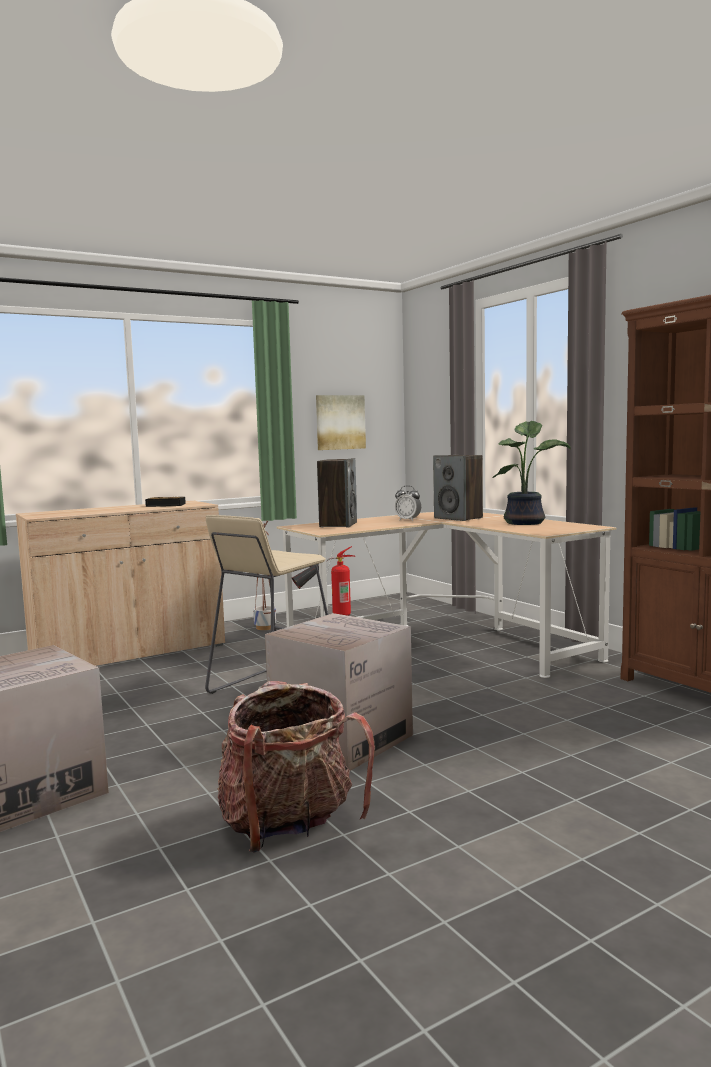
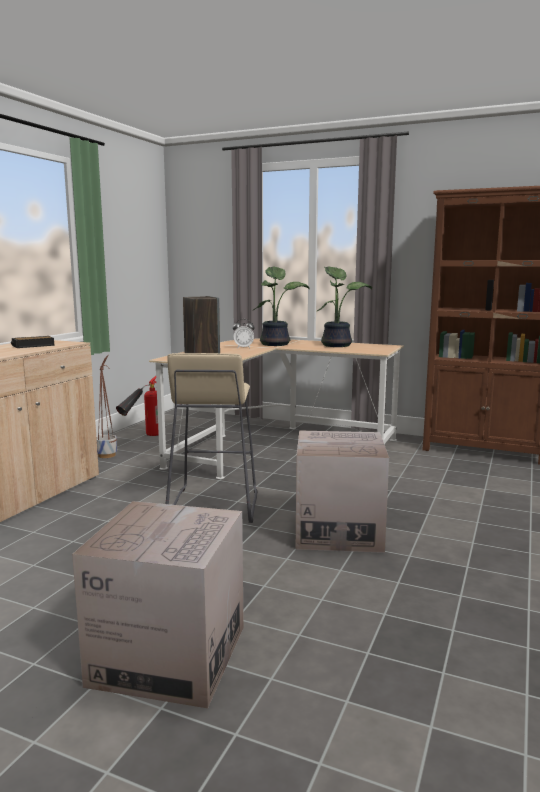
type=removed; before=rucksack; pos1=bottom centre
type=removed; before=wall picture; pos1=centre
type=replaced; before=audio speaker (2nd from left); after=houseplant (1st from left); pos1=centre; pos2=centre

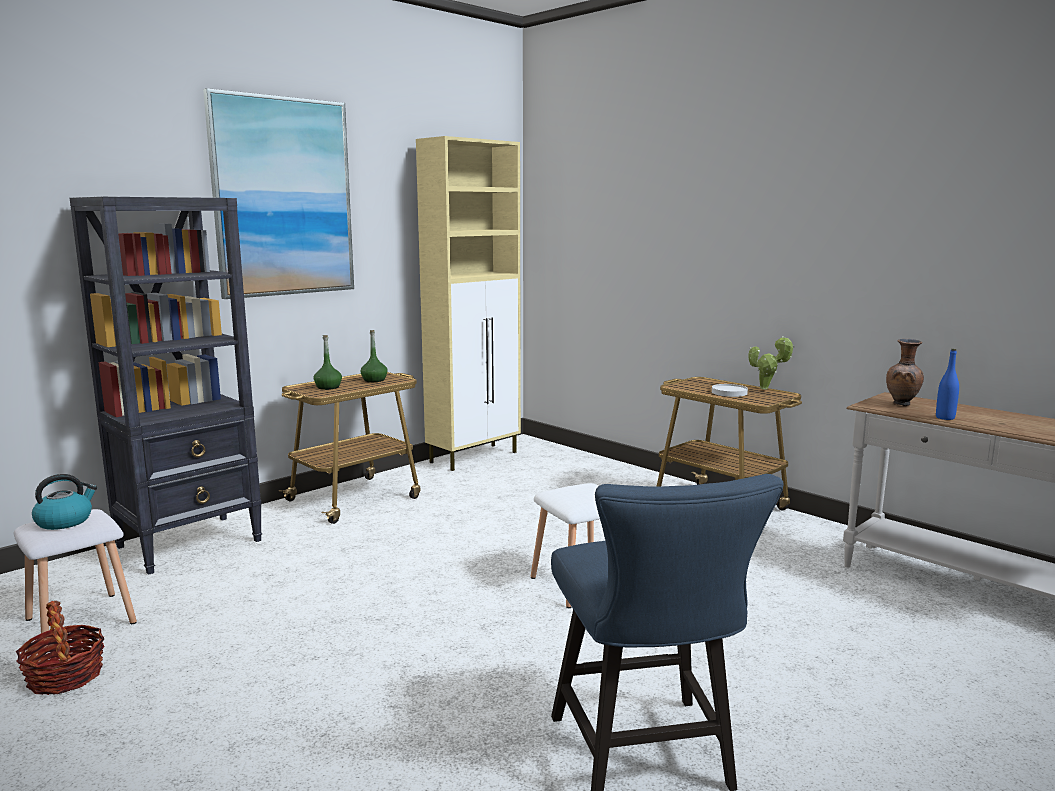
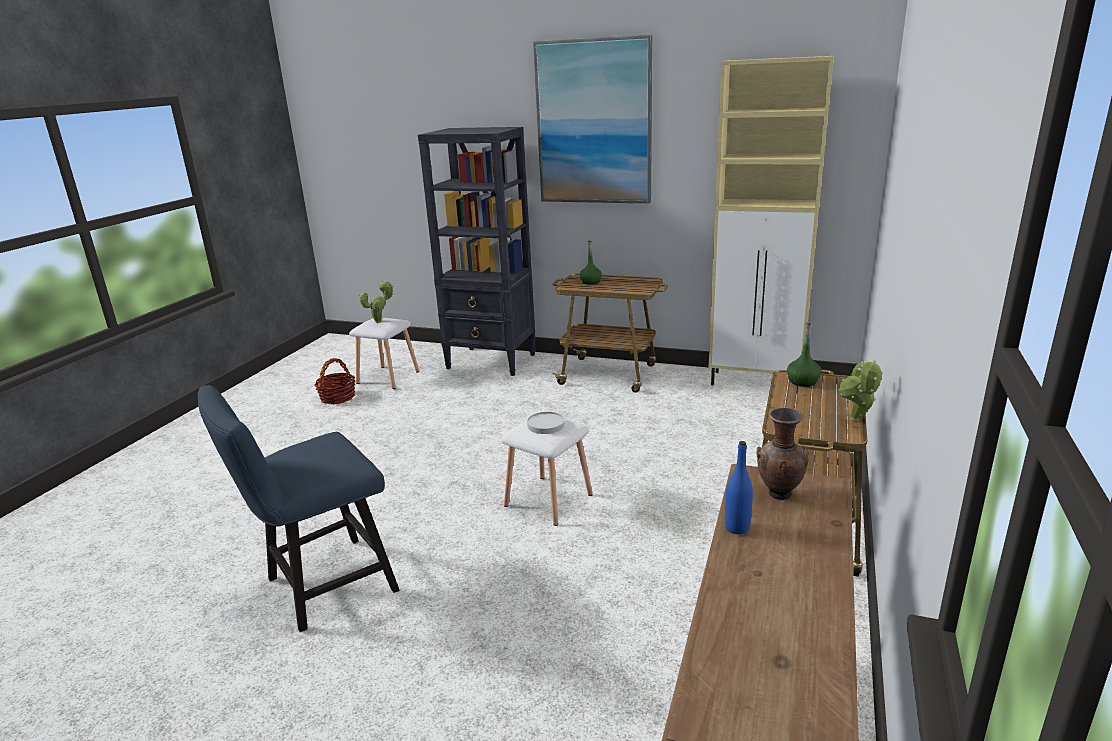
type=moved; before=green beverage bottle (2nd from left); pos1=centre; pos2=middle right
type=moved; before=whitish dinner plate; pos1=middle right; pos2=centre
type=replaced; before=tea kettle; after=houseplant (1st from left); pos1=middle left; pos2=centre

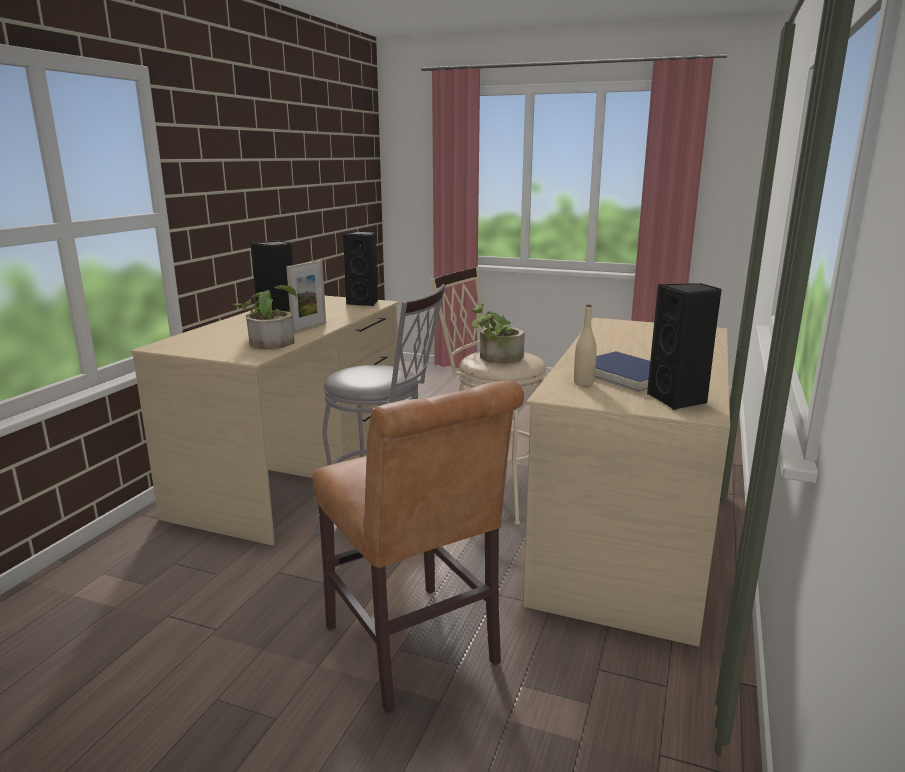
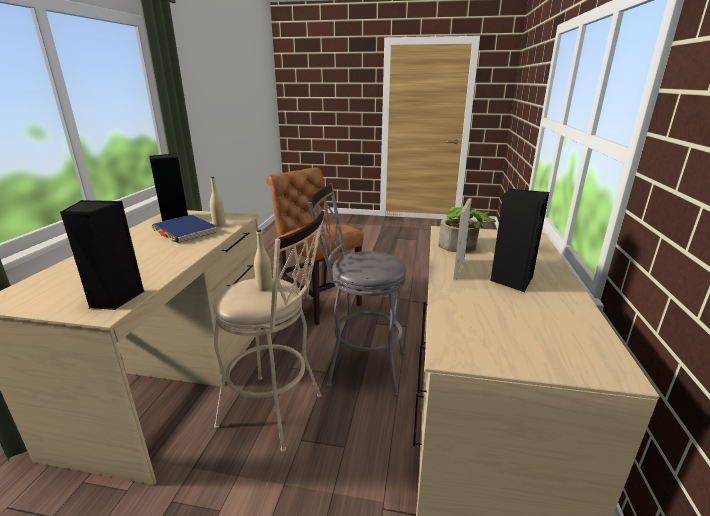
type=moved; before=black-coloured audio speaker (2nd from left in the first image); after=black-coloured audio speaker (1st from left); pos1=centre; pos2=middle left
type=replaced; before=houseplant (2nd from left); after=beige-coloured beverage bottle (2nd from left); pos1=centre; pos2=centre

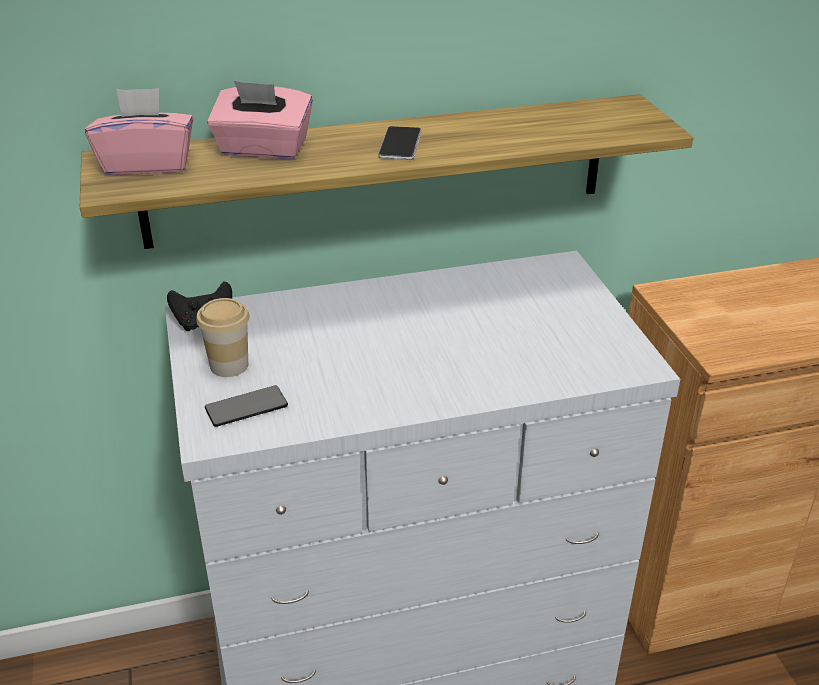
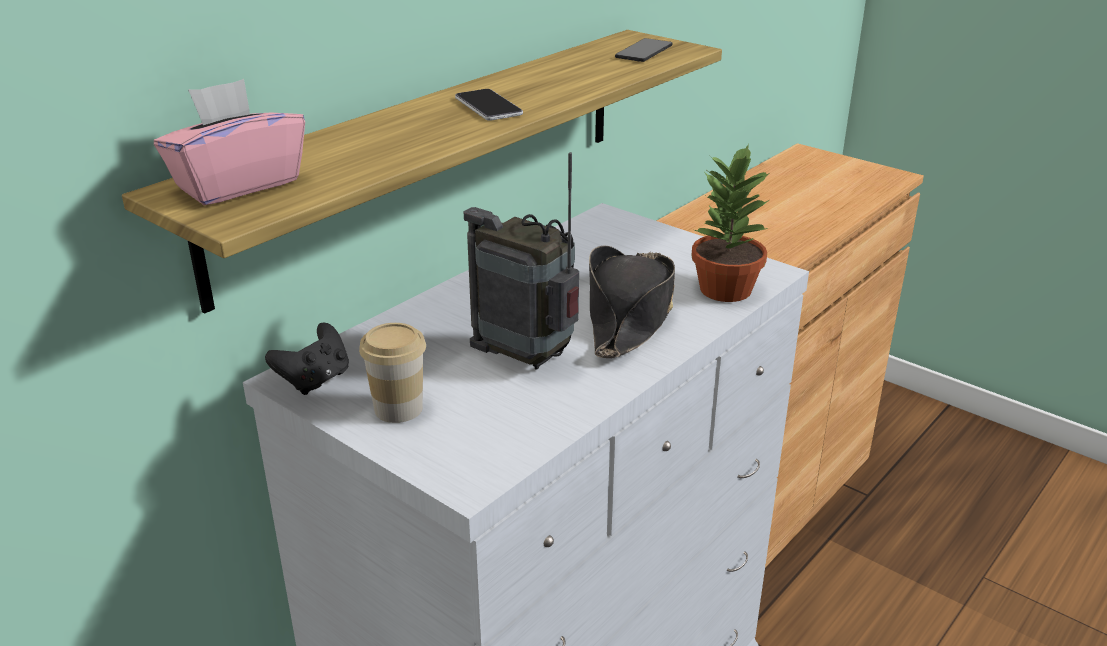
type=removed; before=pink-coloured tissue holder (2nd from left); pos1=top left
type=added; after=radio; pos2=centre
type=added; after=black-coloured hat; pos2=centre
type=added; after=houseplant; pos2=centre
type=moved; before=phone (1st from left in the first image); after=phone (2nd from left); pos1=middle left; pos2=top centre

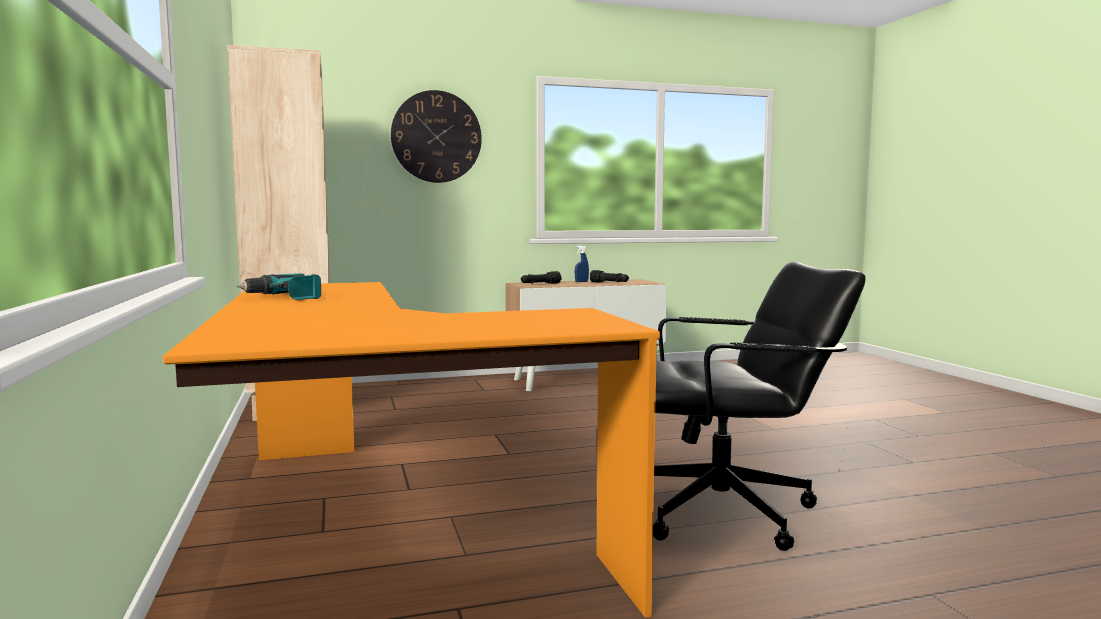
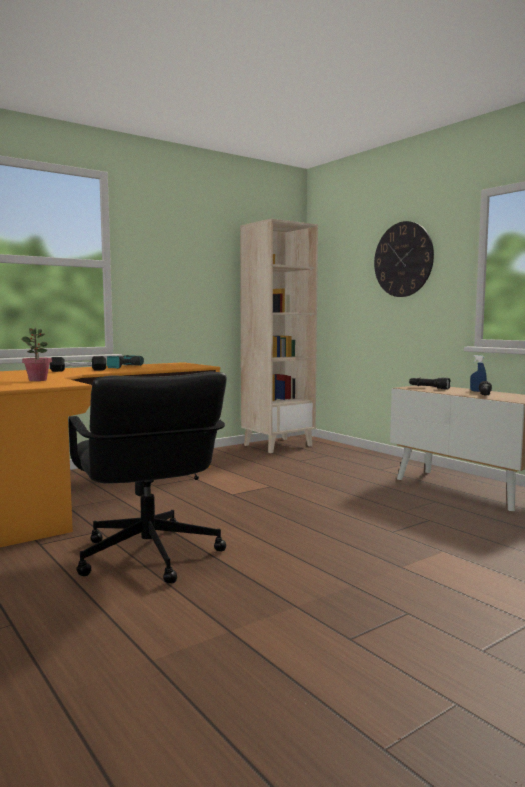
type=added; after=houseplant; pos2=middle left
type=added; after=black-coloured hand weight; pos2=middle left

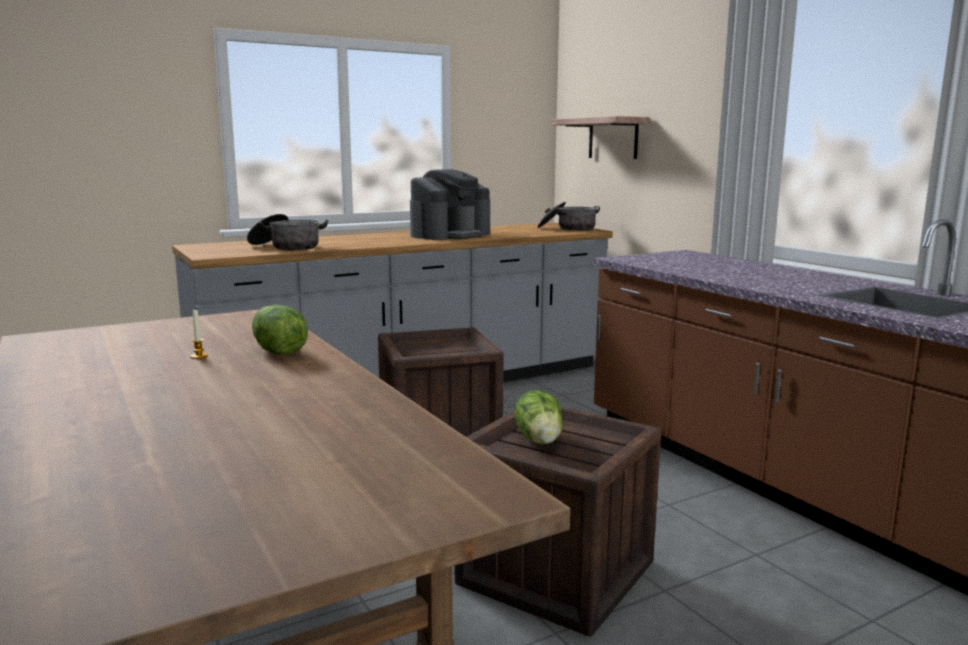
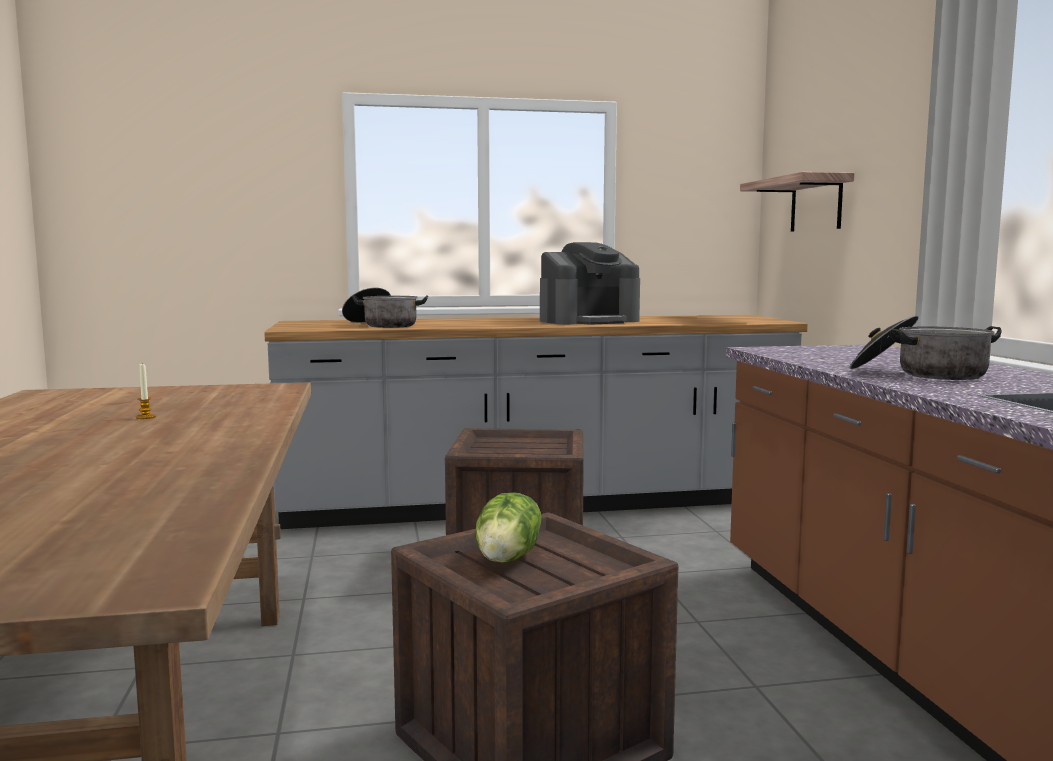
type=removed; before=head of lettuce (1st from left); pos1=middle left
type=moved; before=stockpot (2nd from left); pos1=centre; pos2=middle right

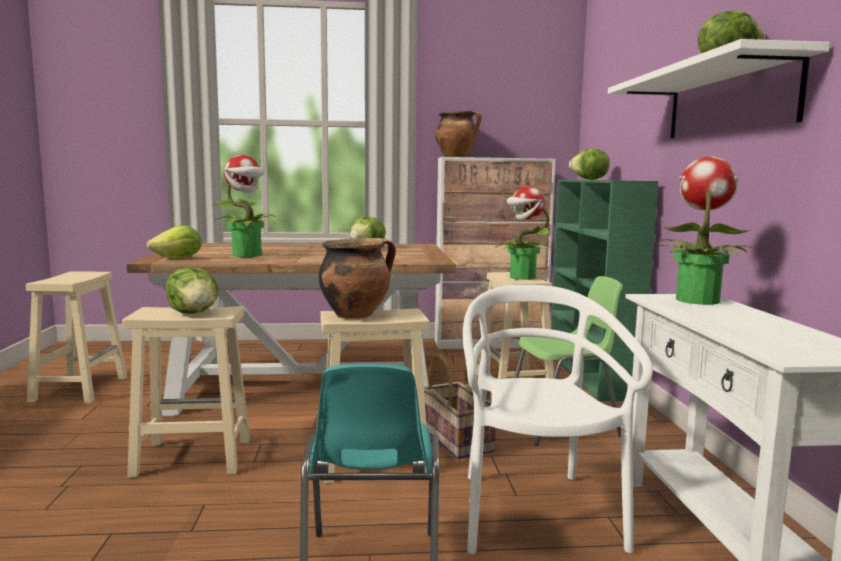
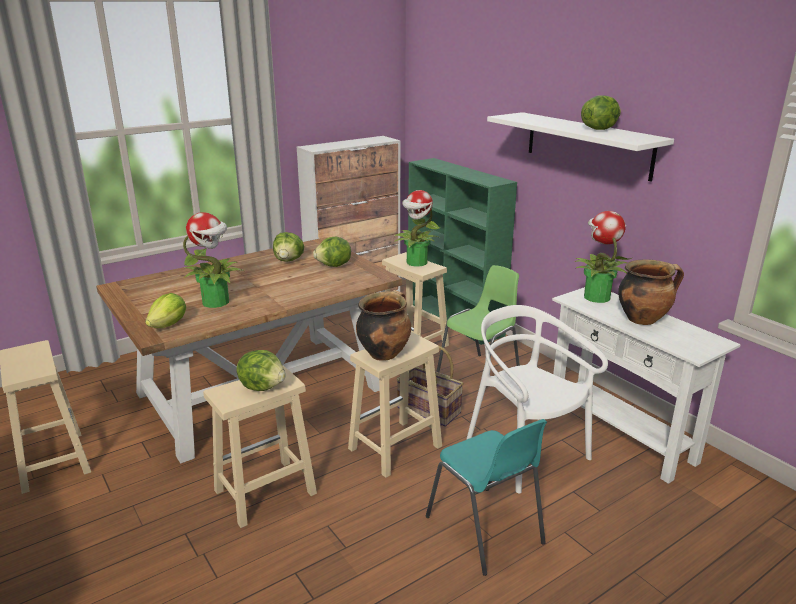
type=moved; before=stockpot (2nd from left); pos1=top centre; pos2=middle right
type=moved; before=head of lettuce (4th from left); pos1=top right; pos2=centre

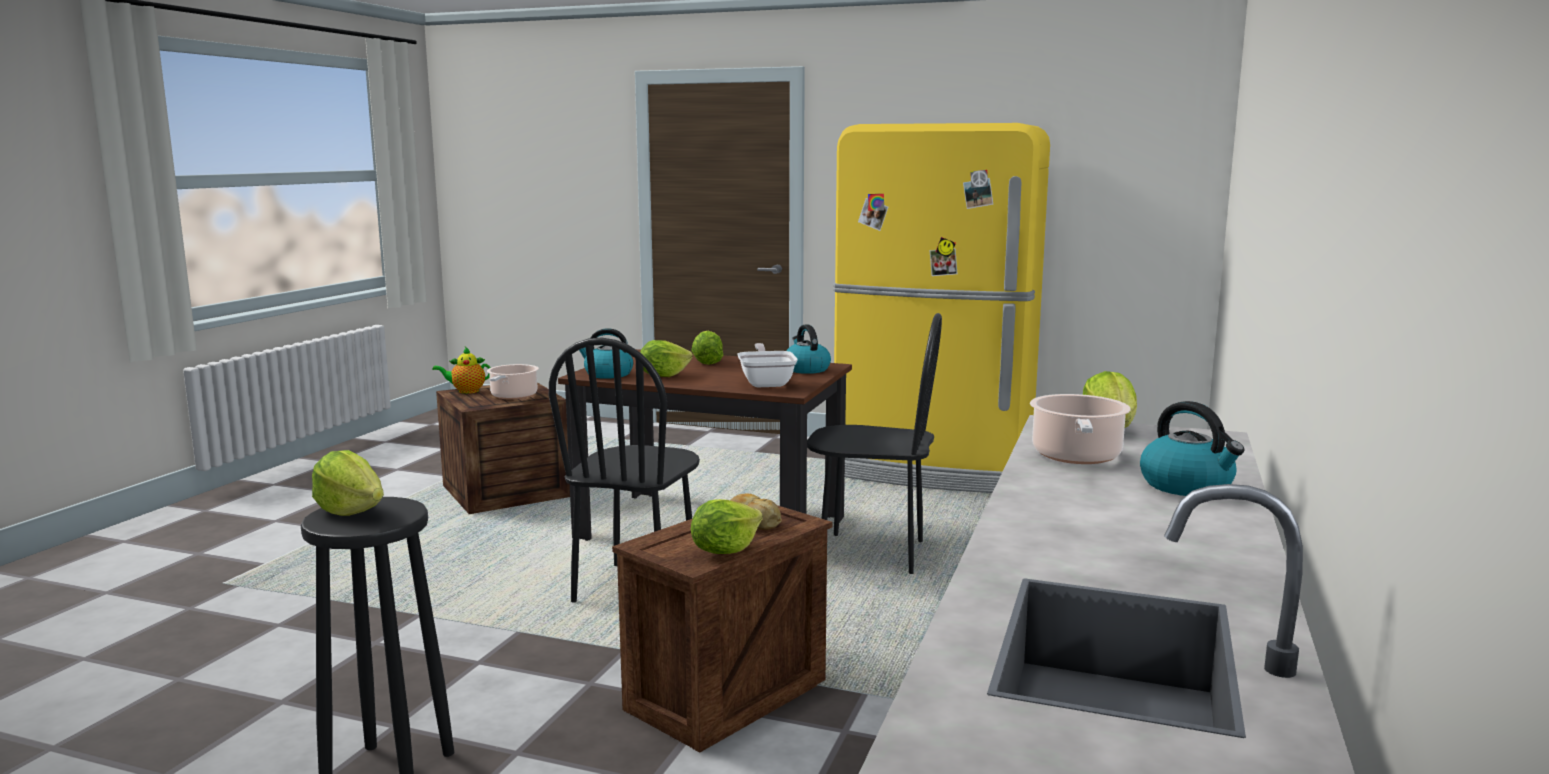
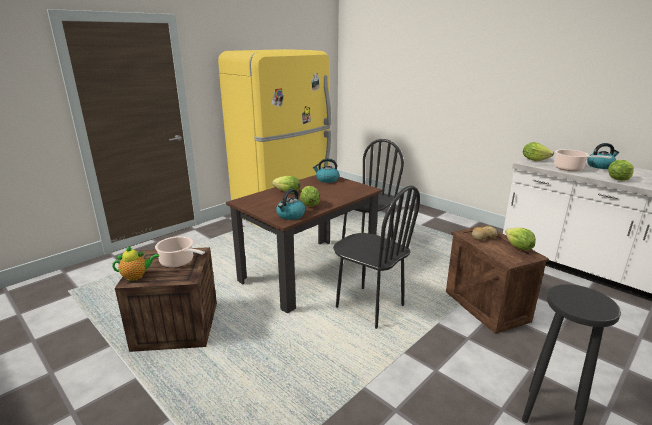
type=removed; before=pan; pos1=centre
type=moved; before=head of lettuce (1st from left in the first image); after=head of lettuce (5th from left); pos1=middle left; pos2=middle right
type=turned; before=pot for tea; pos1=middle left; pos2=middle left; turn=-120

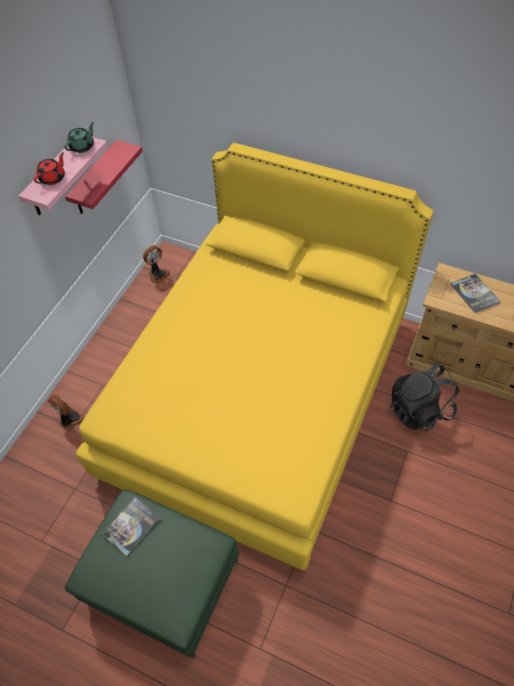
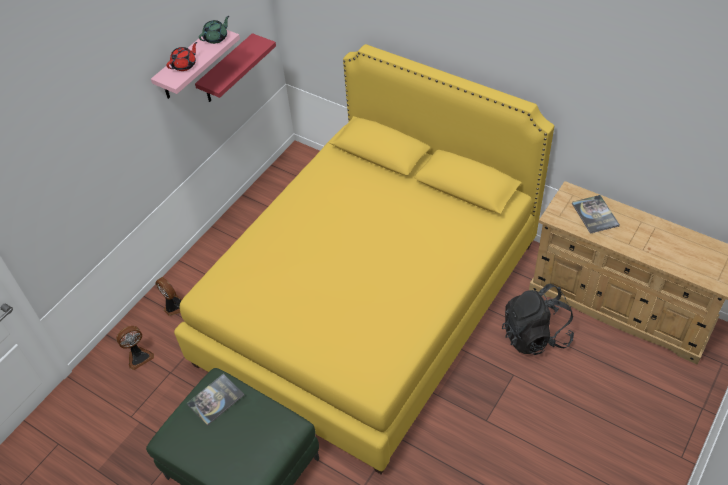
type=moved; before=electric fan (2nd from left in the first image); after=electric fan (1st from left); pos1=middle left; pos2=bottom left

